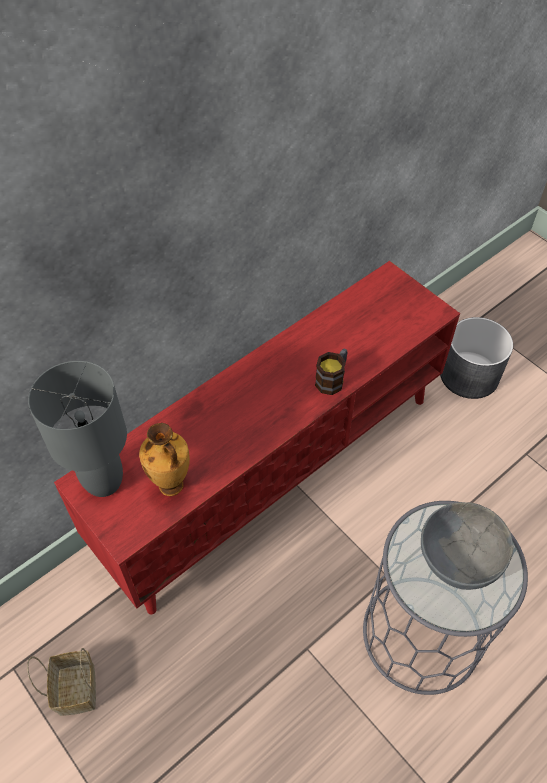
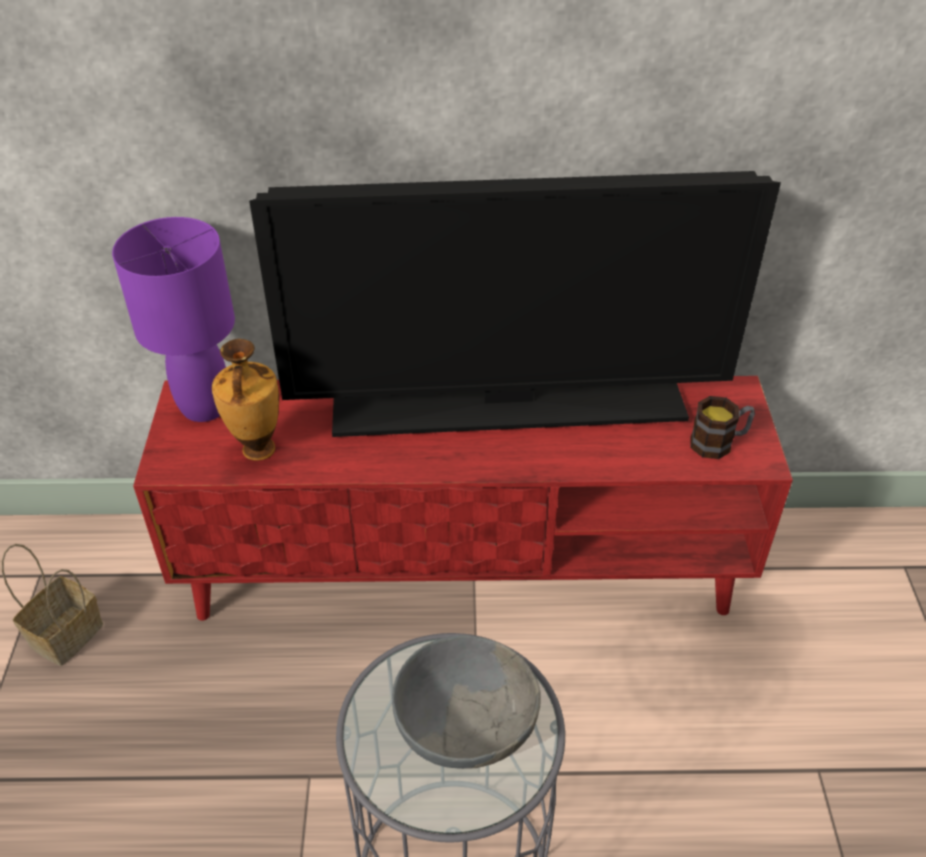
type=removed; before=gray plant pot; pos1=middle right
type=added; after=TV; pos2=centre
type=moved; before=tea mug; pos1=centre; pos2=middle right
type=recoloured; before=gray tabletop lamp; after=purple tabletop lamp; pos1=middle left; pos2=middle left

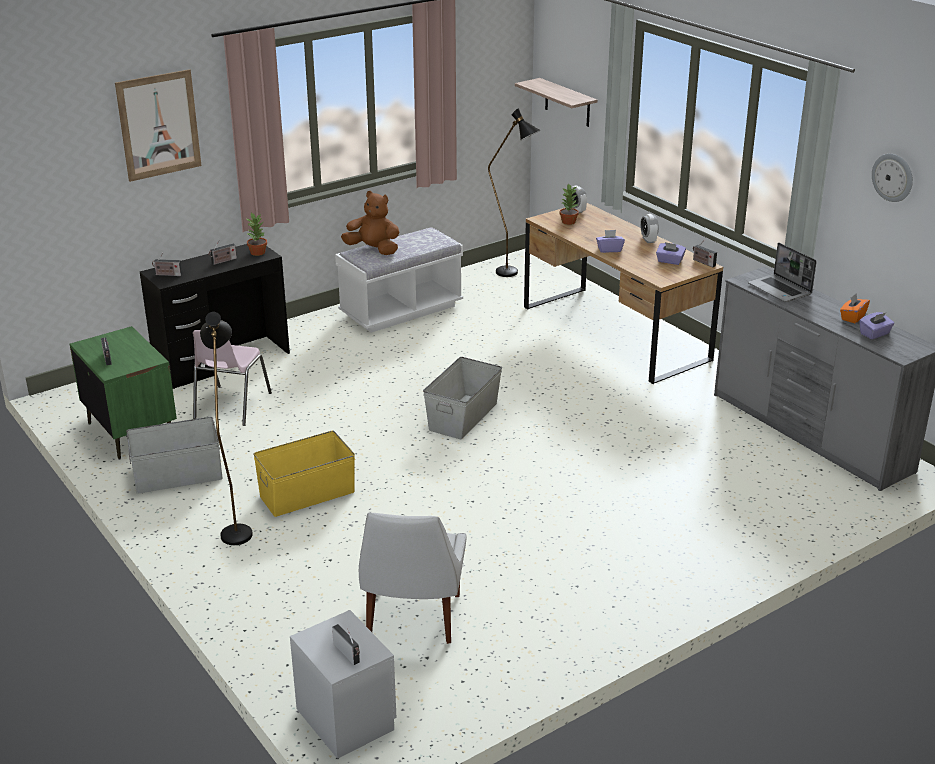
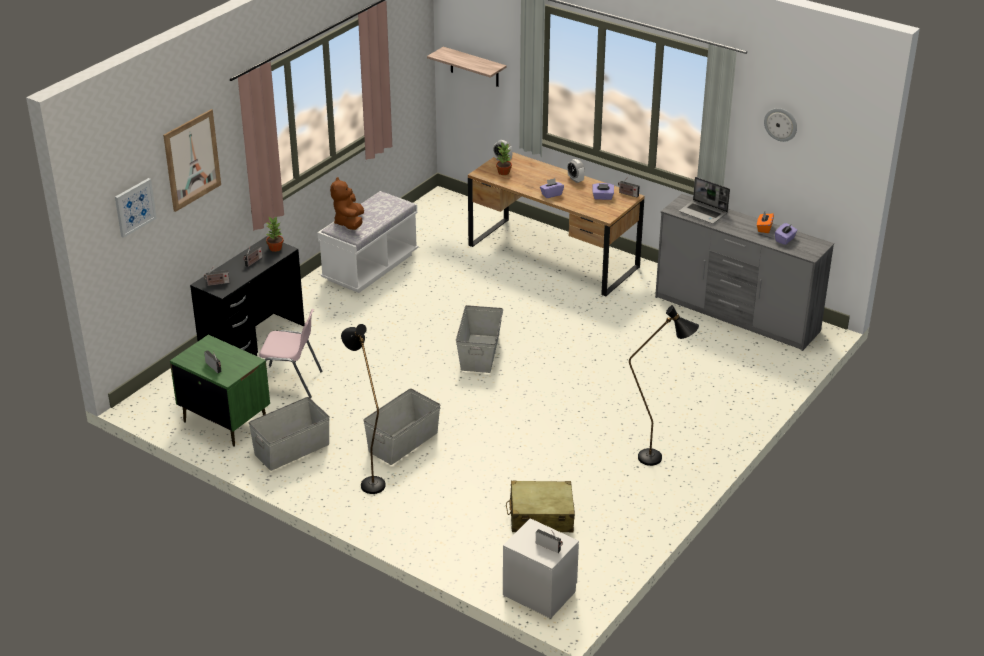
type=added; after=wall picture (1st from left); pos2=top left
type=moved; before=black-coloured standing lamp (2nd from left); pos1=top centre; pos2=middle right
type=replaced; before=whitish chair; after=beige-coloured suitcase; pos1=bottom centre; pos2=bottom centre
type=recoloured; before=yellow-coloured storage container; after=gray storage container (2nd from left); pos1=middle left; pos2=centre
type=turned; before=pink-coloured chair; pos1=middle left; pos2=middle left; turn=-75
type=turned; before=brownish cuddly toy; pos1=top centre; pos2=top centre; turn=-90

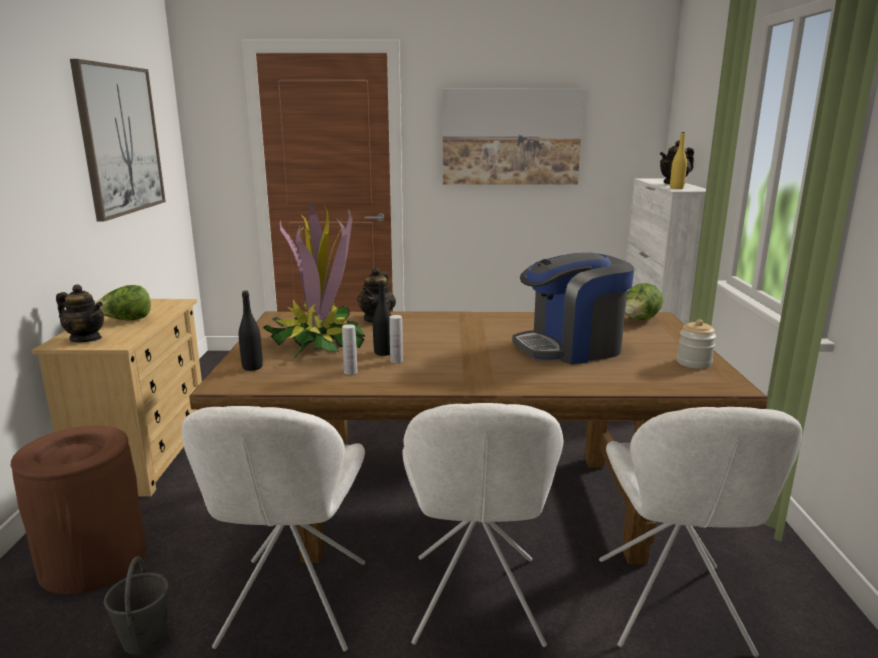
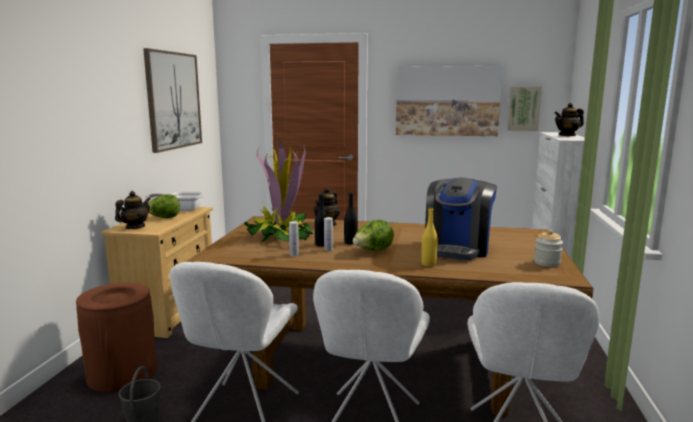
type=added; after=pan; pos2=middle left
type=added; after=wall picture (3rd from left); pos2=top right
type=moved; before=black-coloured beverage bottle (1st from left in the first image); after=black-coloured beverage bottle (2nd from left); pos1=middle left; pos2=centre
type=moved; before=head of lettuce (2nd from left); pos1=middle right; pos2=centre
type=moved; before=yellow-coloured beverage bottle; pos1=top right; pos2=centre
type=turned; before=pot for tea (1st from left); pos1=middle left; pos2=middle left; turn=-90
type=turned; before=coffee brewer; pos1=centre; pos2=centre; turn=-60

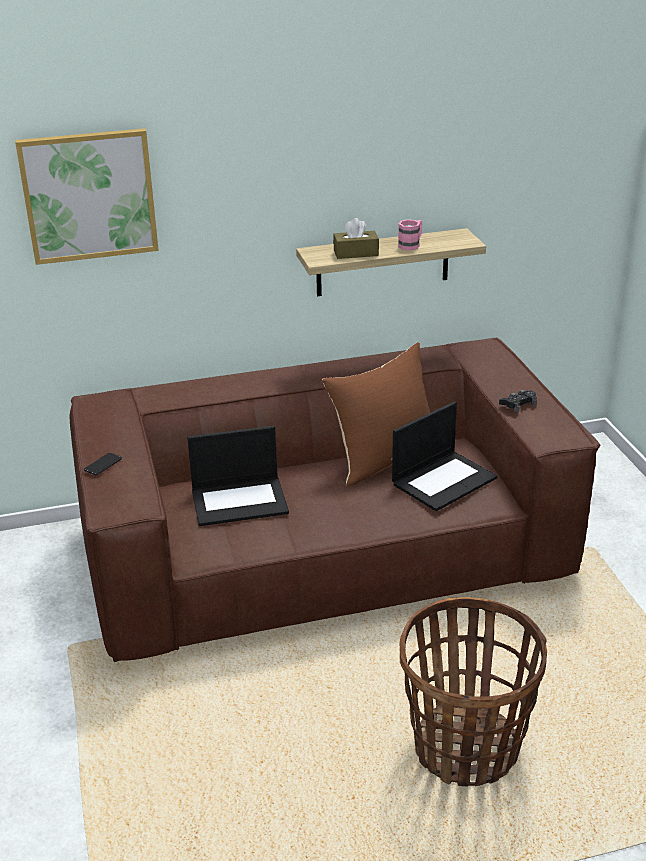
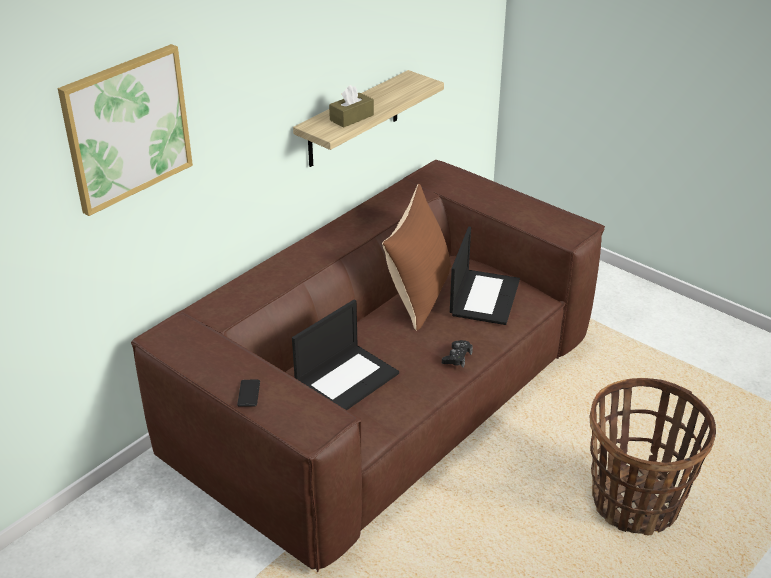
type=removed; before=pink-coloured tea mug; pos1=top centre
type=moved; before=black-coloured joypad; pos1=middle right; pos2=centre

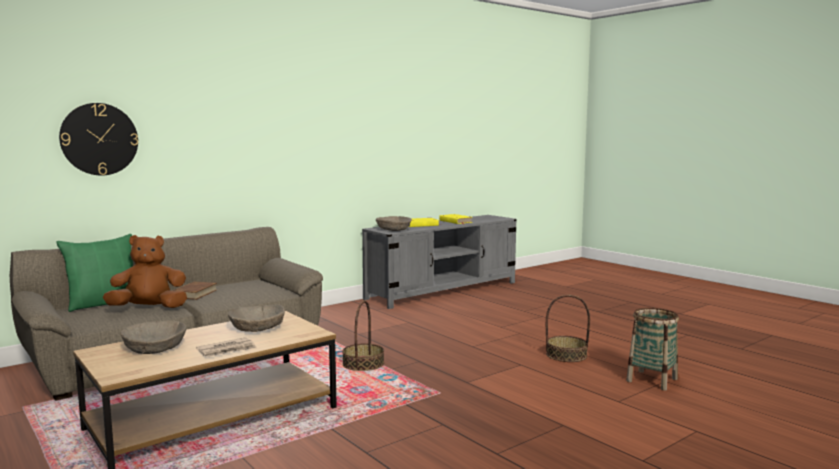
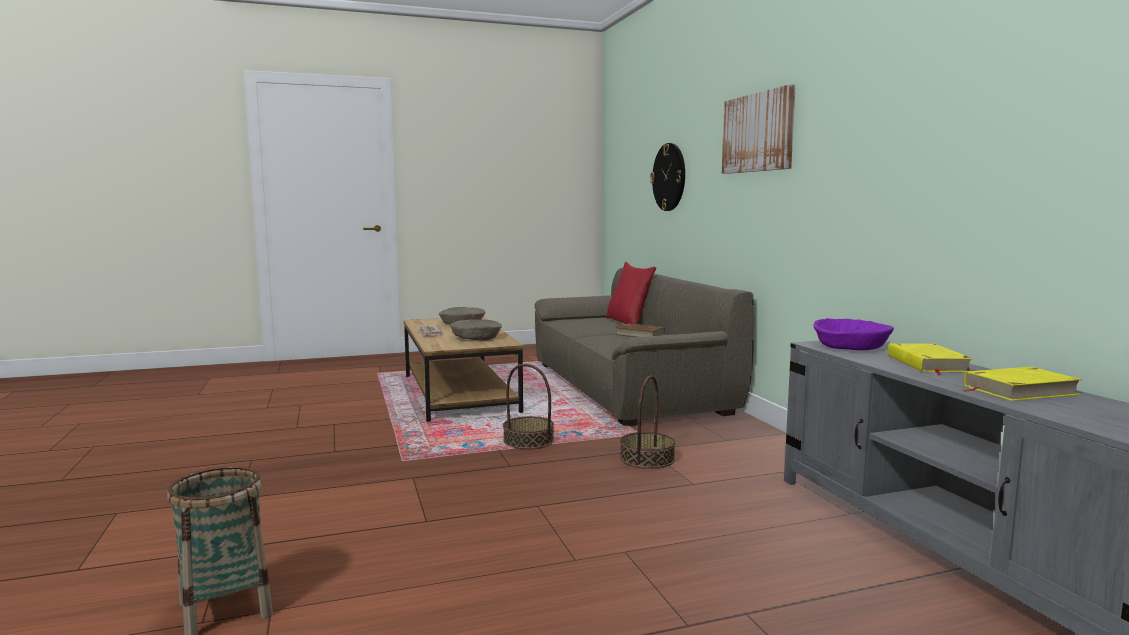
type=removed; before=brownish cuddly toy; pos1=middle left
type=added; after=wall picture; pos2=top right
type=moved; before=basket (2nd from left in the first image); after=basket (3rd from left); pos1=bottom right; pos2=centre
type=recoloured; before=green pillow; after=red pillow; pos1=middle left; pos2=centre
type=recoloured; before=beige-coloured deep dish (3rd from left); after=purple deep dish; pos1=centre; pos2=middle right

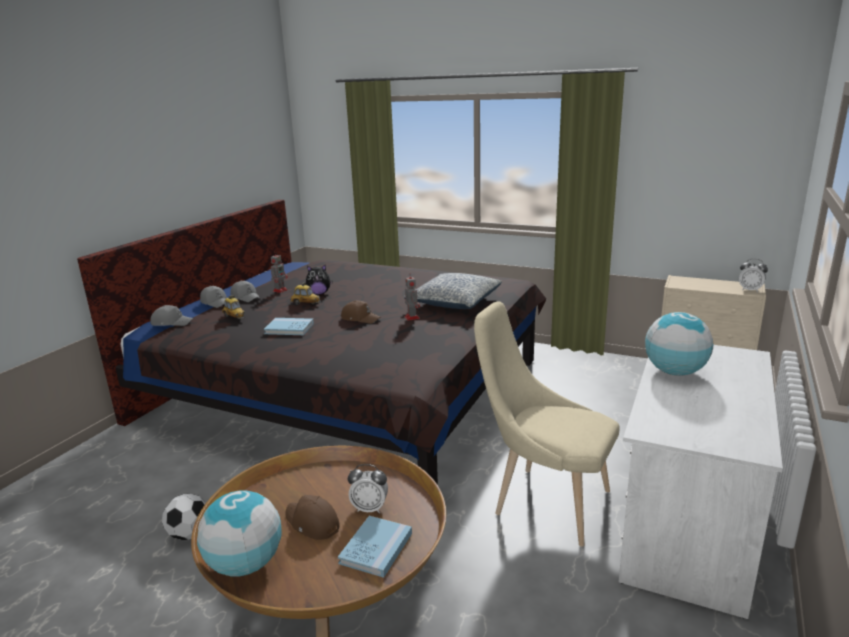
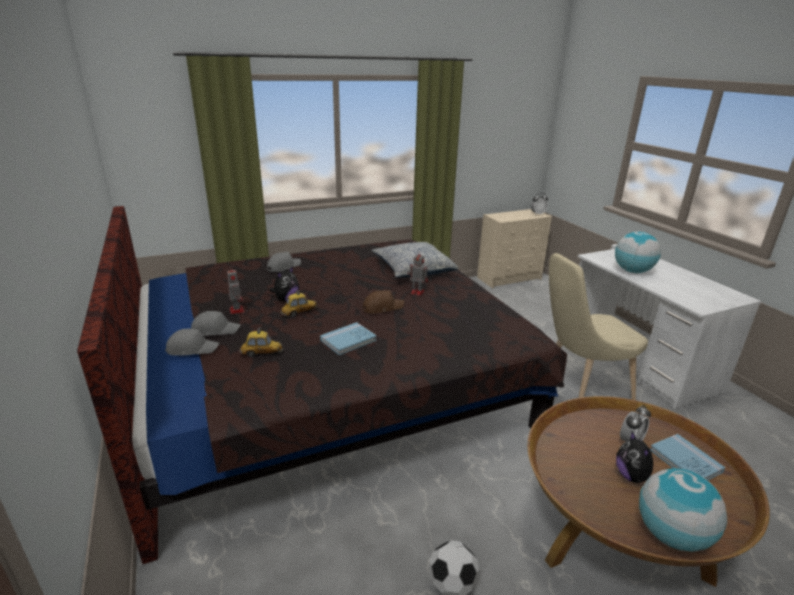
type=moved; before=gray cap (1st from left in the first image); after=gray cap (3rd from left); pos1=middle left; pos2=centre
type=replaced; before=brownish cap (1st from left); after=cuddly toy (2nd from left); pos1=bottom centre; pos2=bottom right

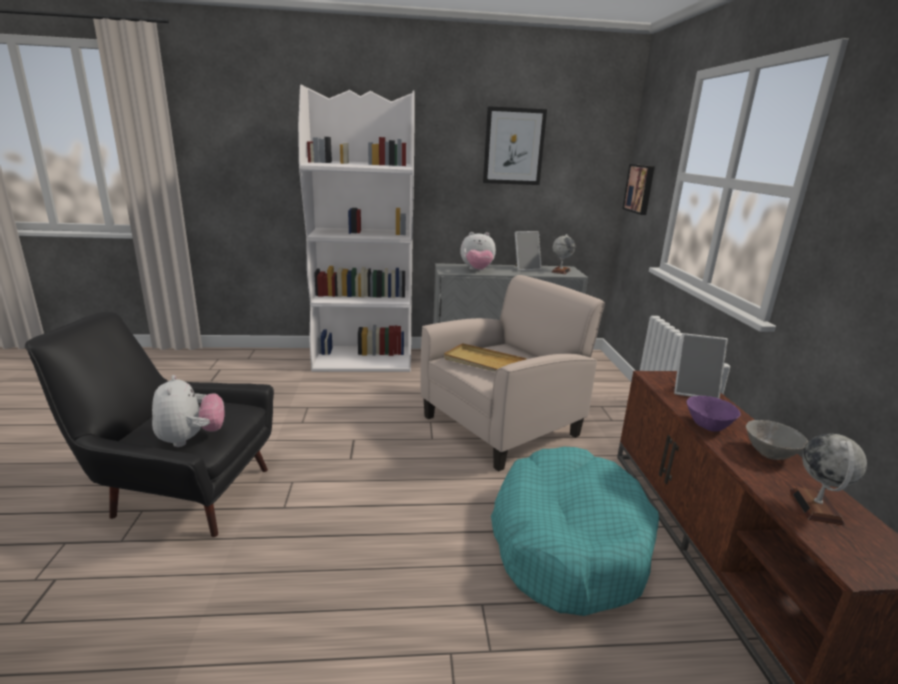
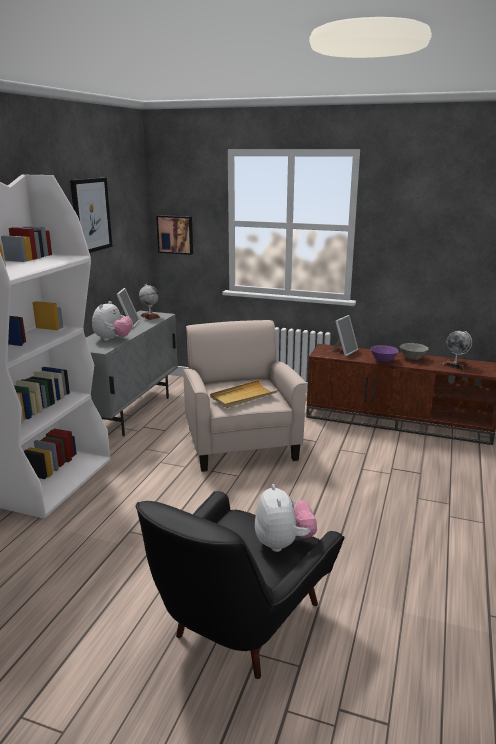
type=removed; before=turquoise pet bed; pos1=bottom centre
type=turned; before=cuddly toy (1st from left in the first image); pos1=middle left; pos2=bottom centre; turn=75

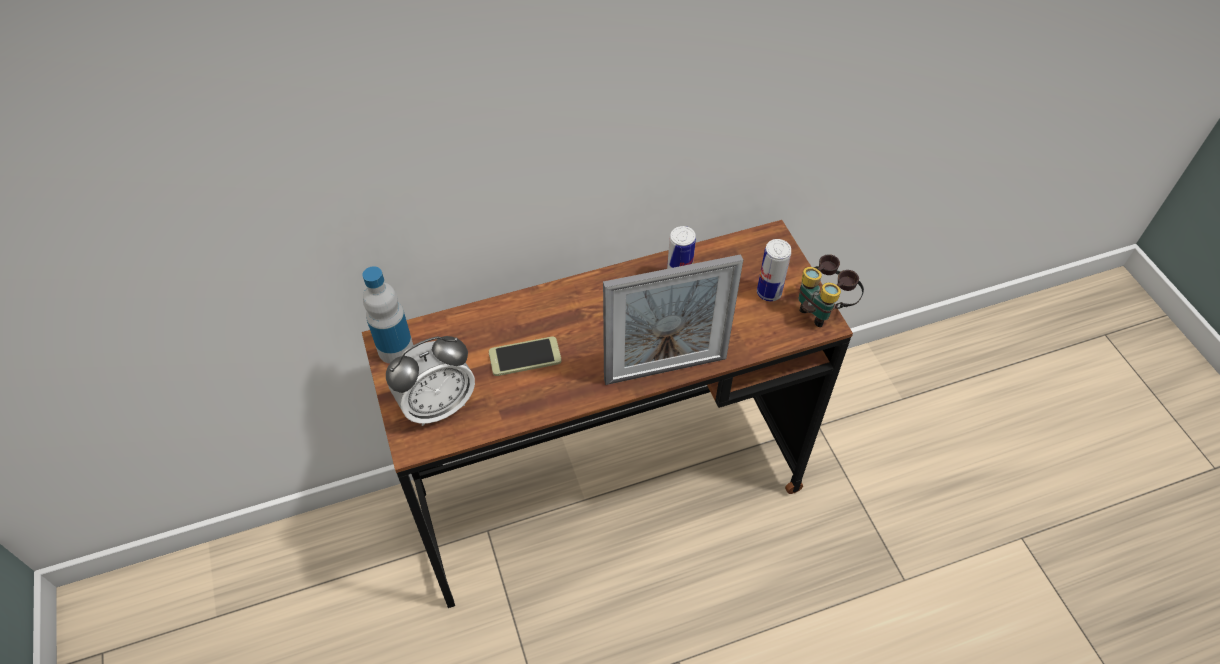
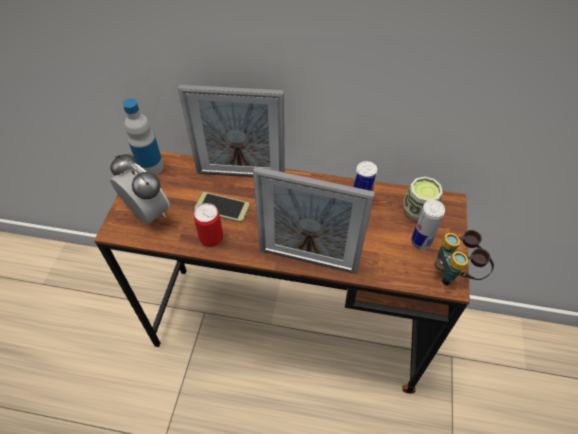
type=added; after=photo frame (1st from left); pos2=top centre
type=added; after=sealed can (1st from left); pos2=centre
type=added; after=cup; pos2=middle right
type=turned; before=bedside clock; pos1=centre; pos2=middle left; turn=-135

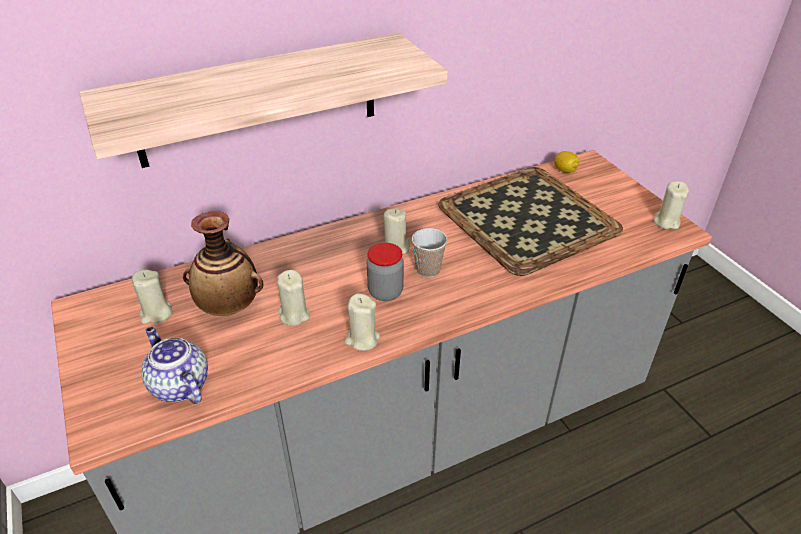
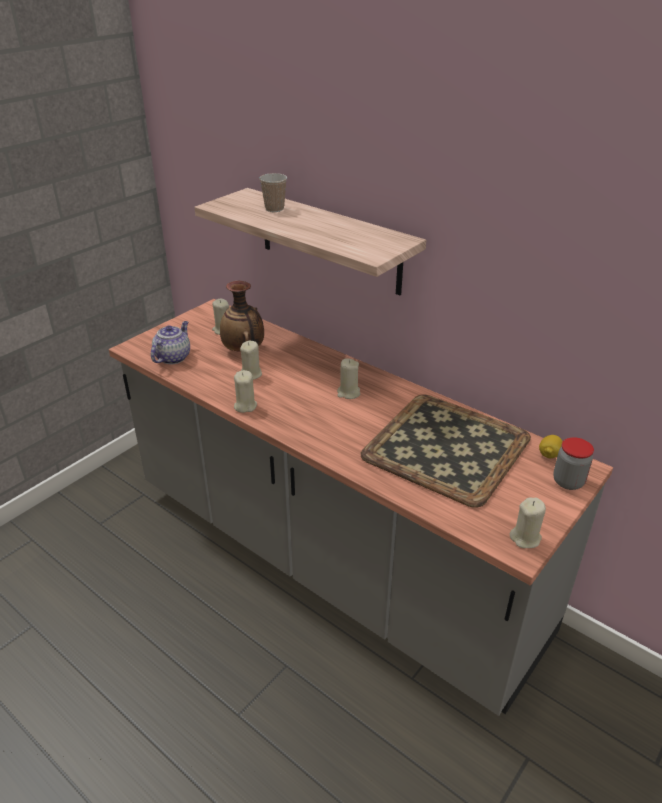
type=moved; before=preserve jar; pos1=centre; pos2=middle right
type=moved; before=cup; pos1=centre; pos2=top centre

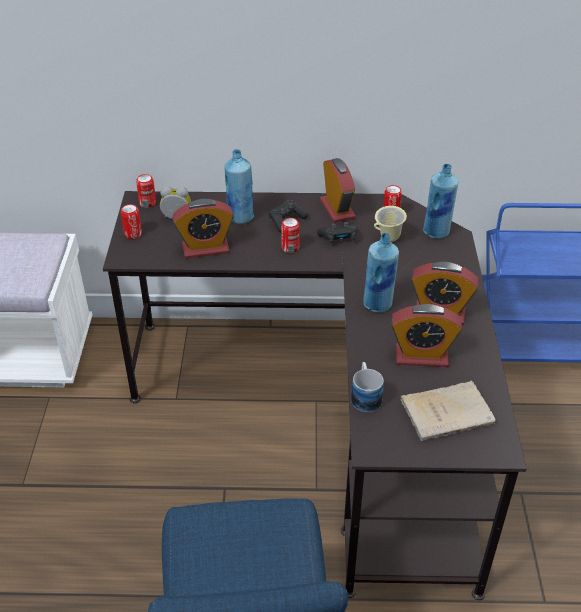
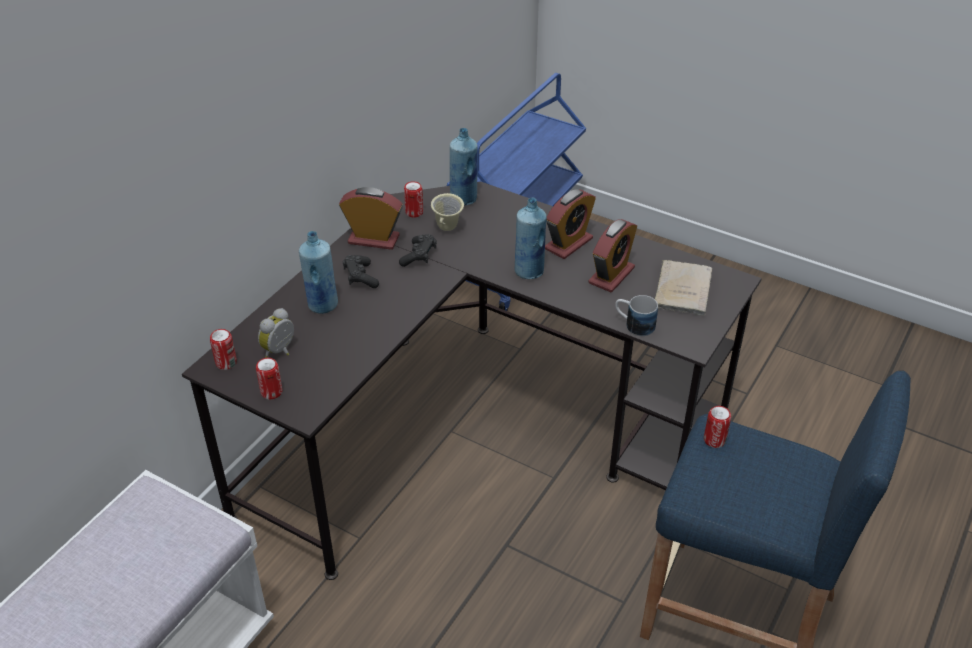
type=removed; before=bedside clock (2nd from left); pos1=centre
type=moved; before=sealed can (3rd from left in the first image); after=sealed can (4th from left); pos1=centre; pos2=middle right

